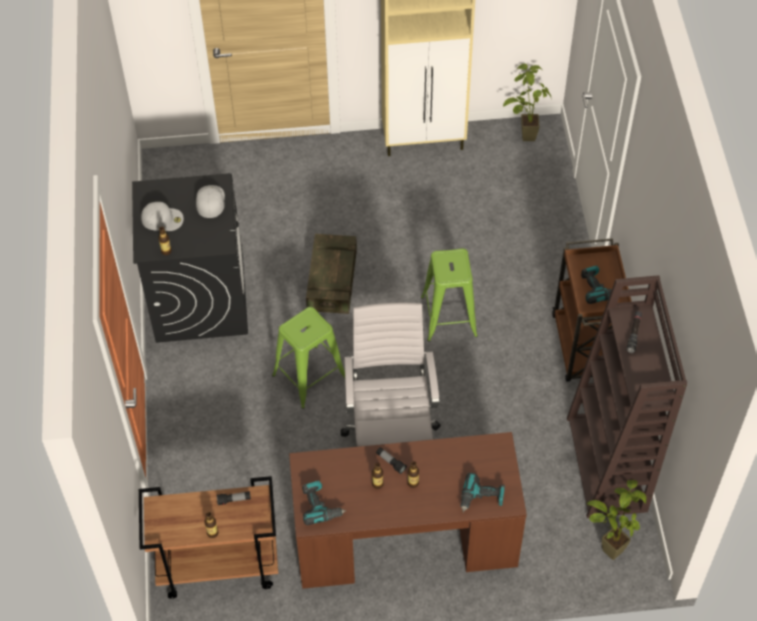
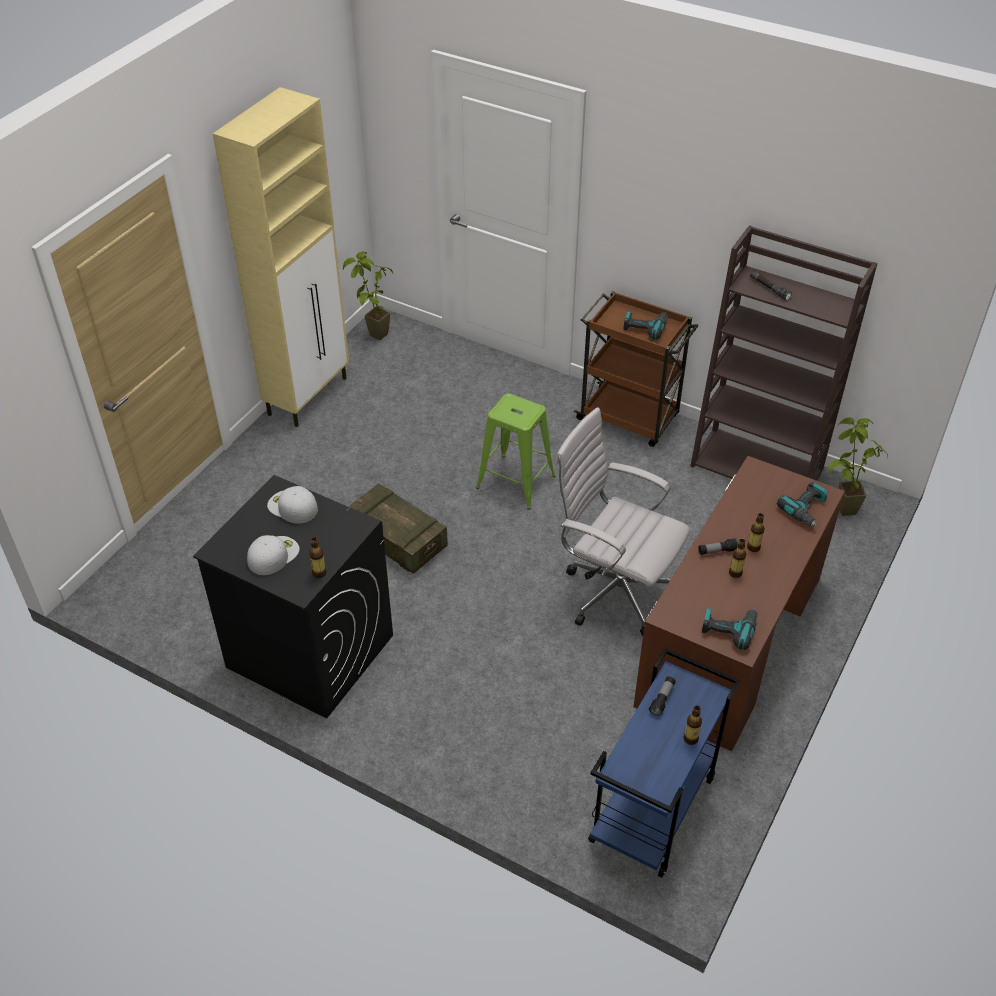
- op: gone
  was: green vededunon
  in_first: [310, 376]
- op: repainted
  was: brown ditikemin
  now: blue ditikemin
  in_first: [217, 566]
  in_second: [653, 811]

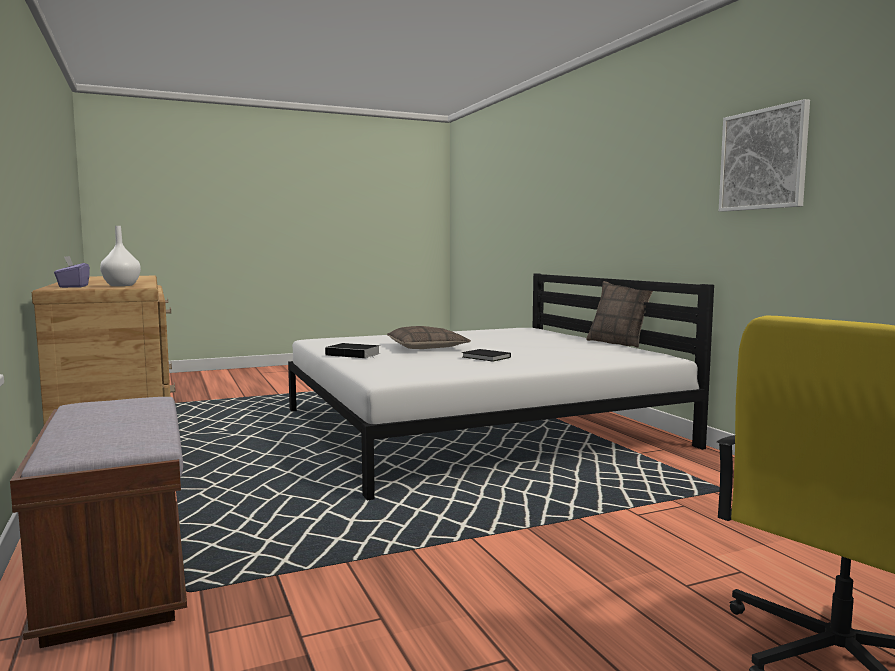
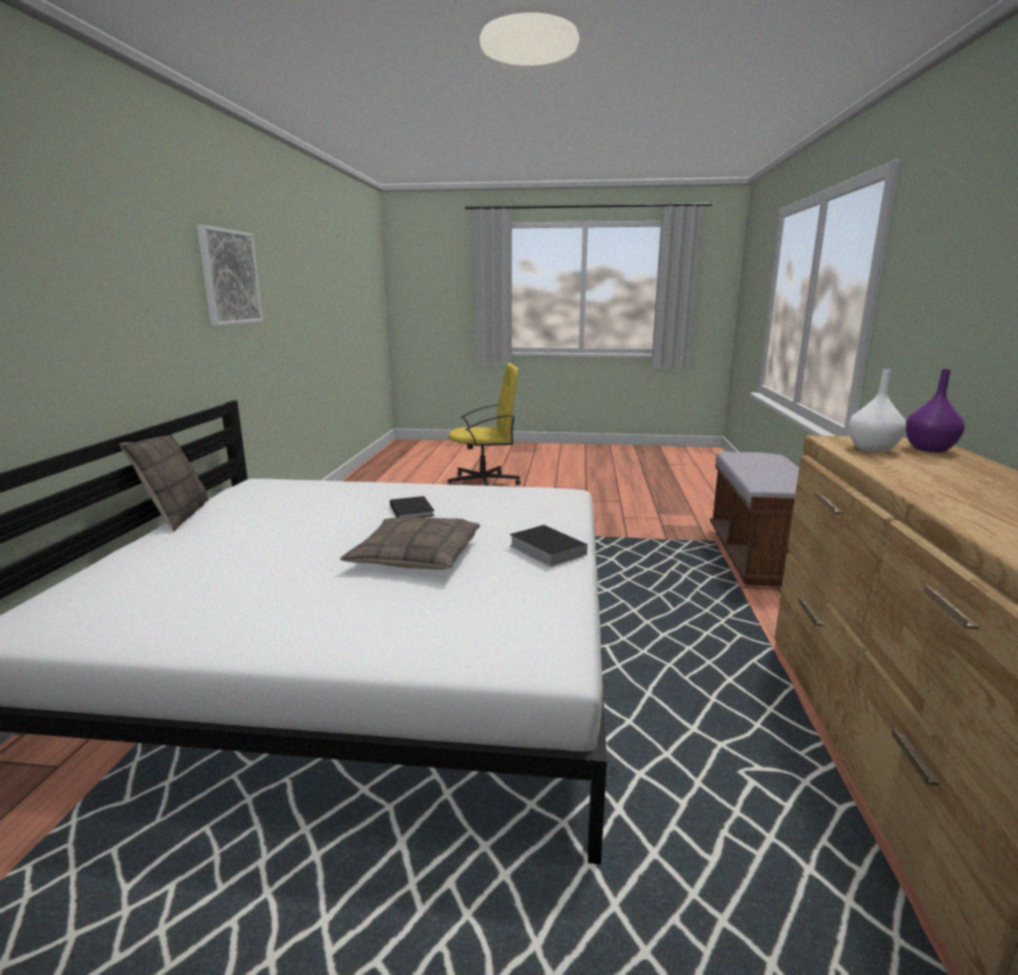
- op: swapped
  was: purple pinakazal
  now: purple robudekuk
  in_first: [73, 287]
  in_second: [928, 449]

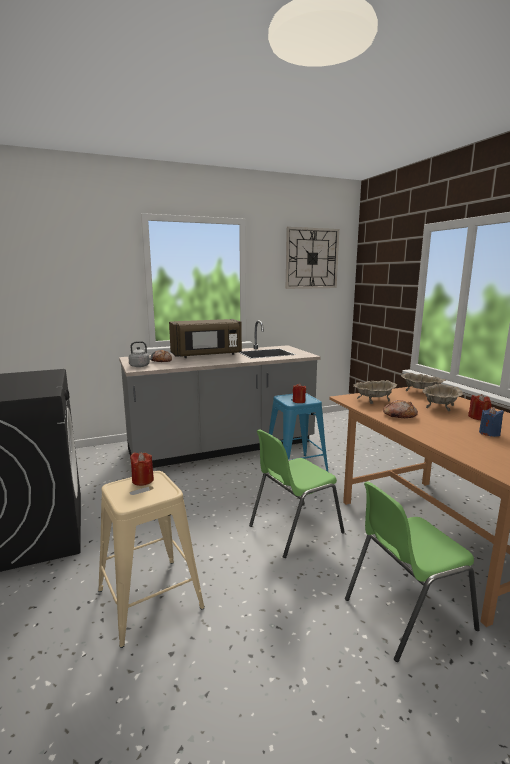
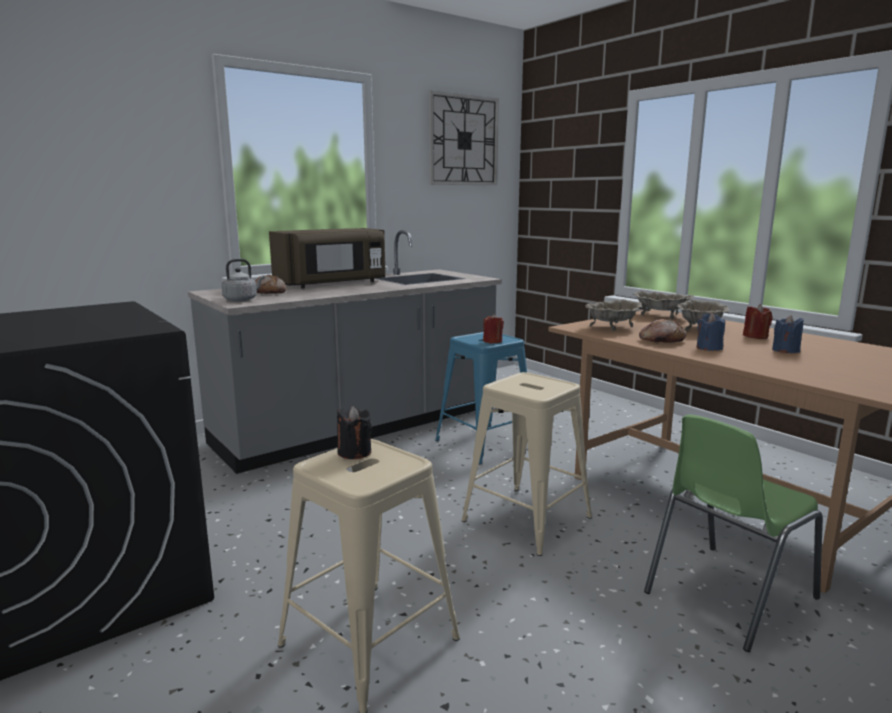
- op: swapped
  was: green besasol
  now: beige vededunon
  in_first: [293, 529]
  in_second: [527, 519]
- op: repainted
  was: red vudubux
  now: black vudubux
  in_first: [143, 480]
  in_second: [354, 452]
- op: new
  now: blue vudubux
  in_second: [709, 348]

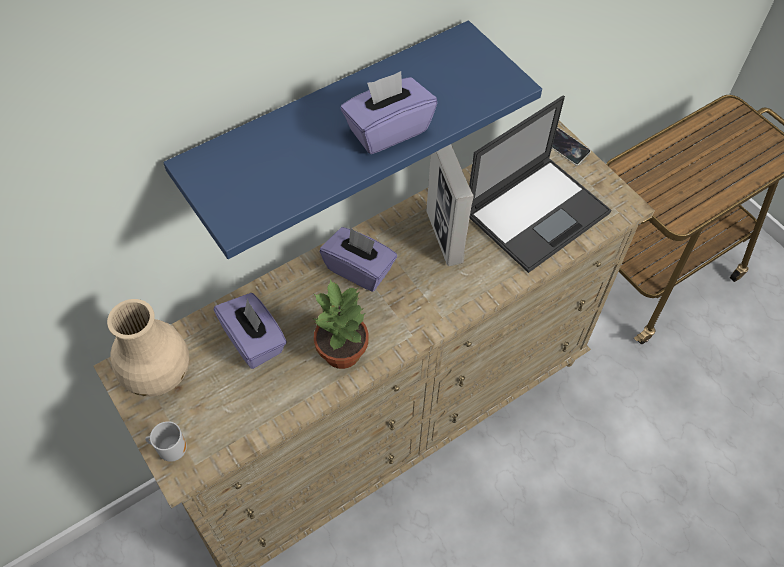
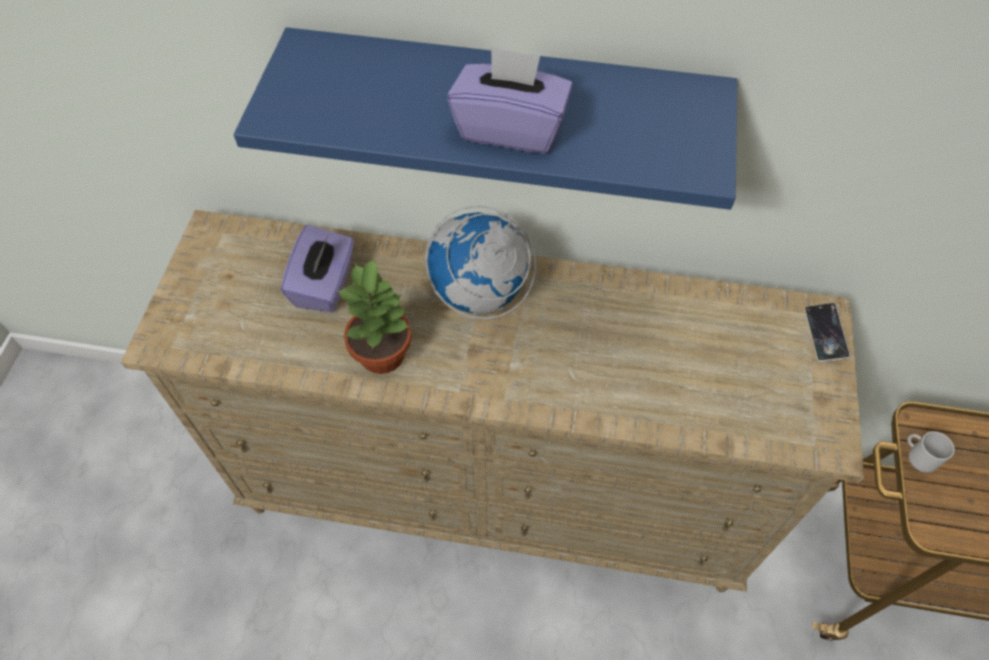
- op: gone
  was: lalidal
  in_first: [538, 212]
- op: gone
  was: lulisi
  in_first: [444, 237]
- op: swapped
  was: purple pinakazal
  now: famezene
  in_first: [359, 269]
  in_second: [479, 294]
- op: gone
  was: beige robudekuk
  in_first: [157, 375]
- op: shifted
  was: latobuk
  in_first: [172, 449]
  in_second: [918, 459]

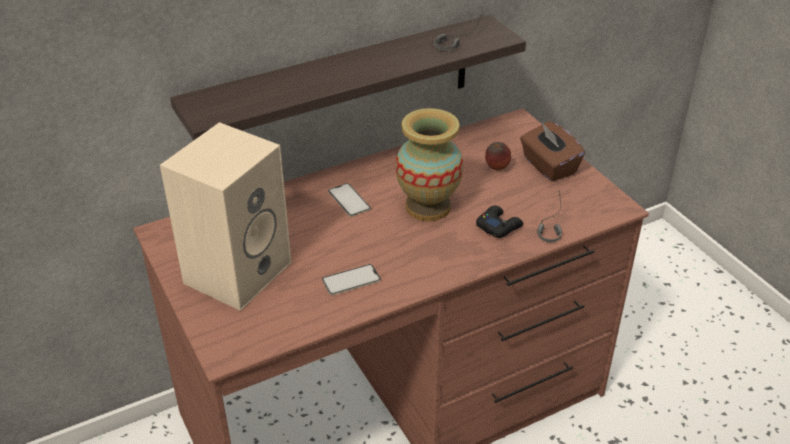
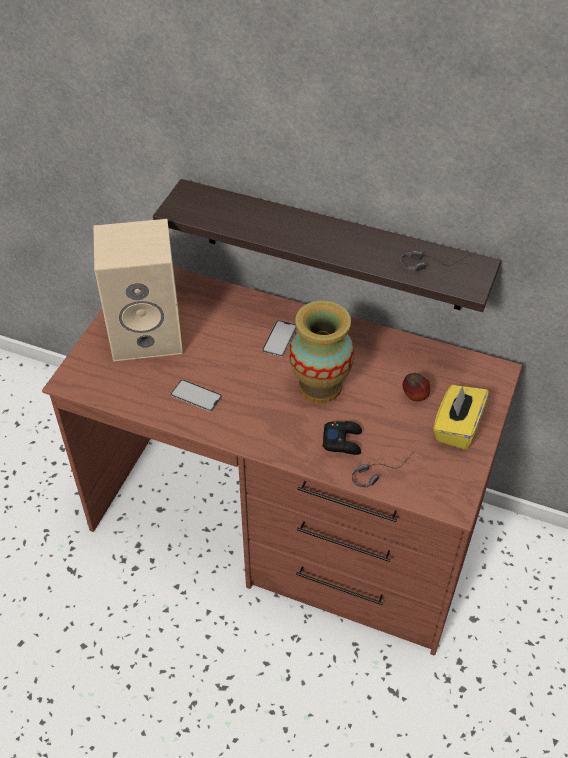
- op: repainted
  was: brown pinakazal
  now: yellow pinakazal
  in_first: [548, 166]
  in_second: [457, 428]

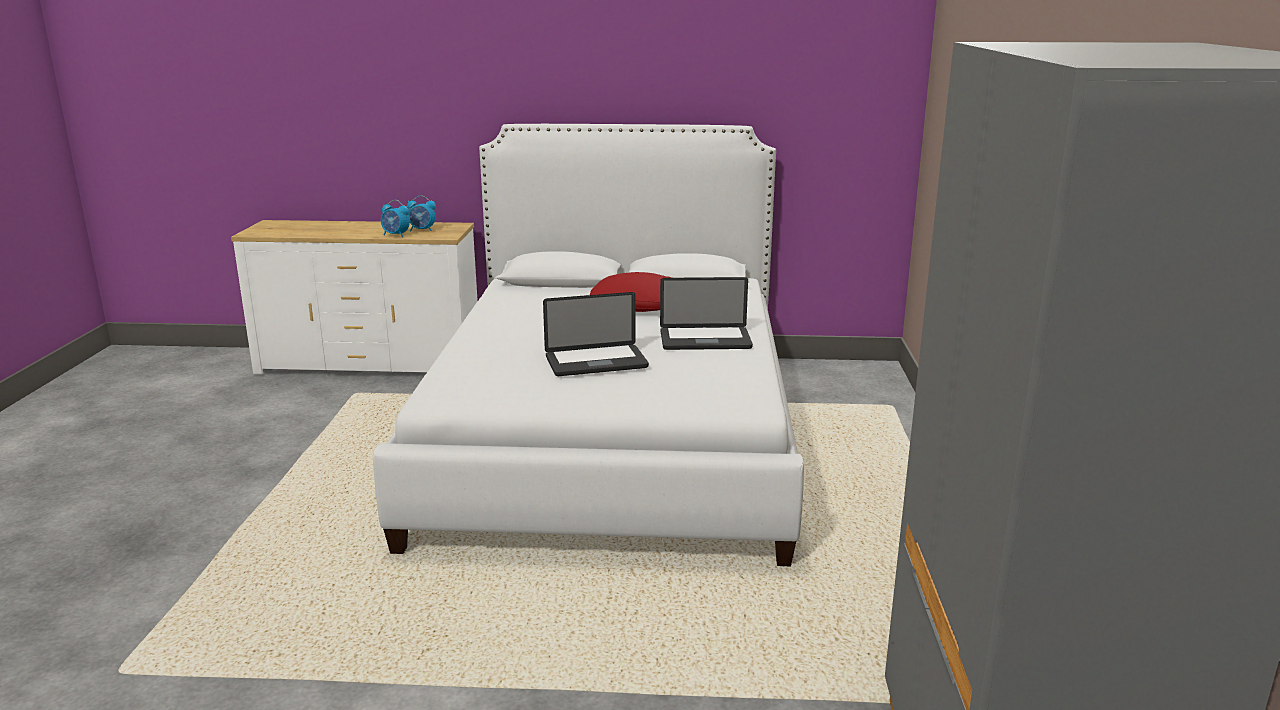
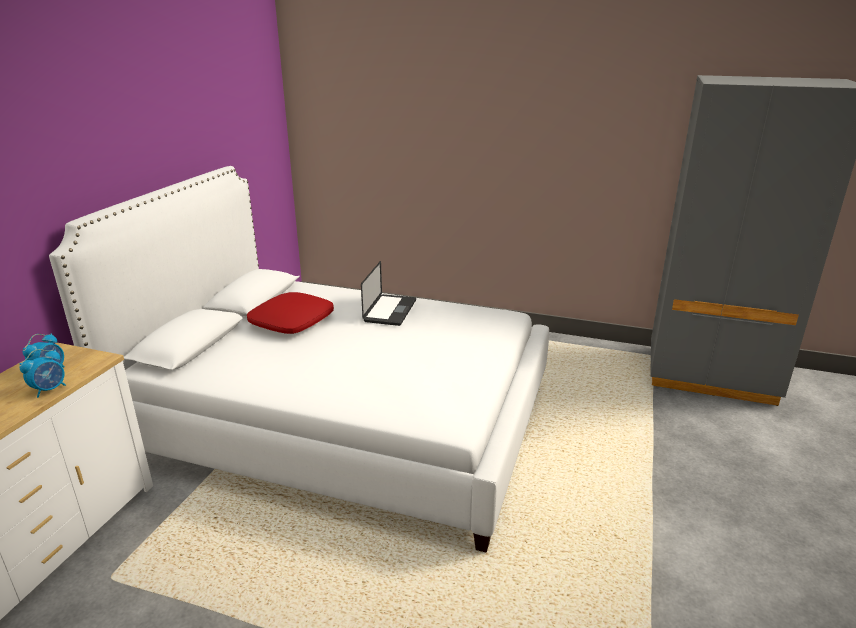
- op: gone
  was: lalidal
  in_first: [596, 362]

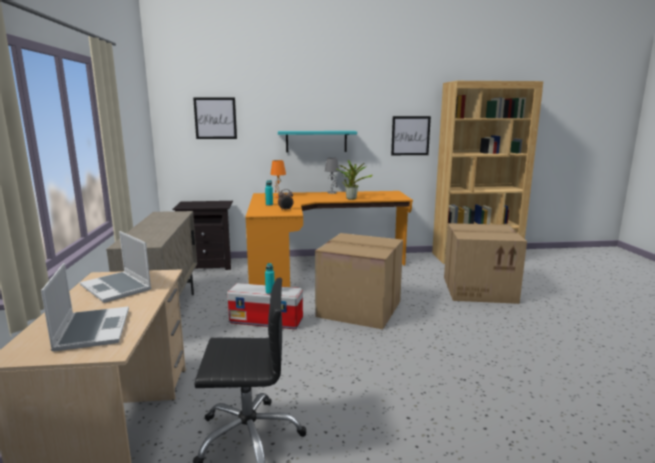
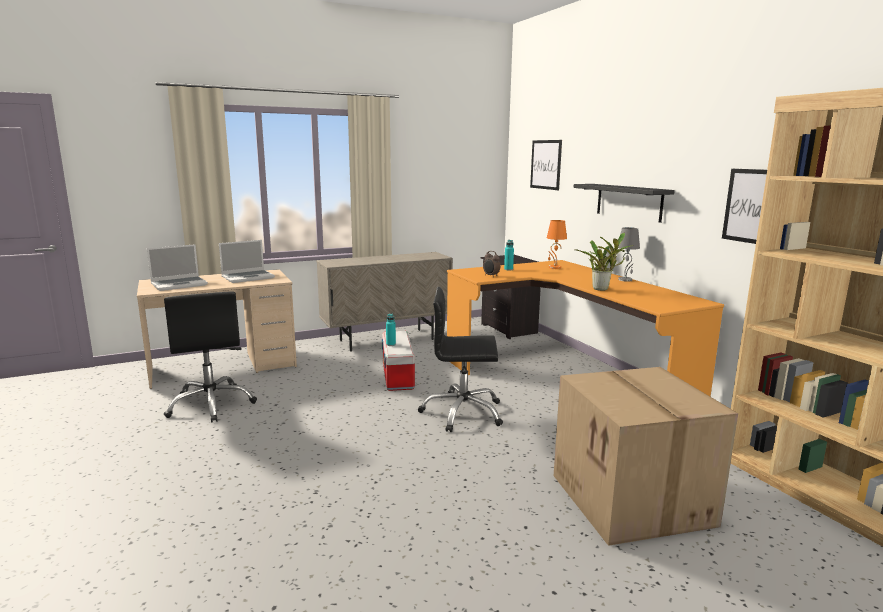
- op: repainted
  was: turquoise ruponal
  now: black ruponal
  in_first: [316, 141]
  in_second: [628, 202]
- op: rotated
  was: lalidal
  in_first: [117, 288]
  in_second: [248, 277]
  clockwise: -150
- op: swapped
  was: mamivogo
  now: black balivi
  in_first: [358, 309]
  in_second: [462, 413]

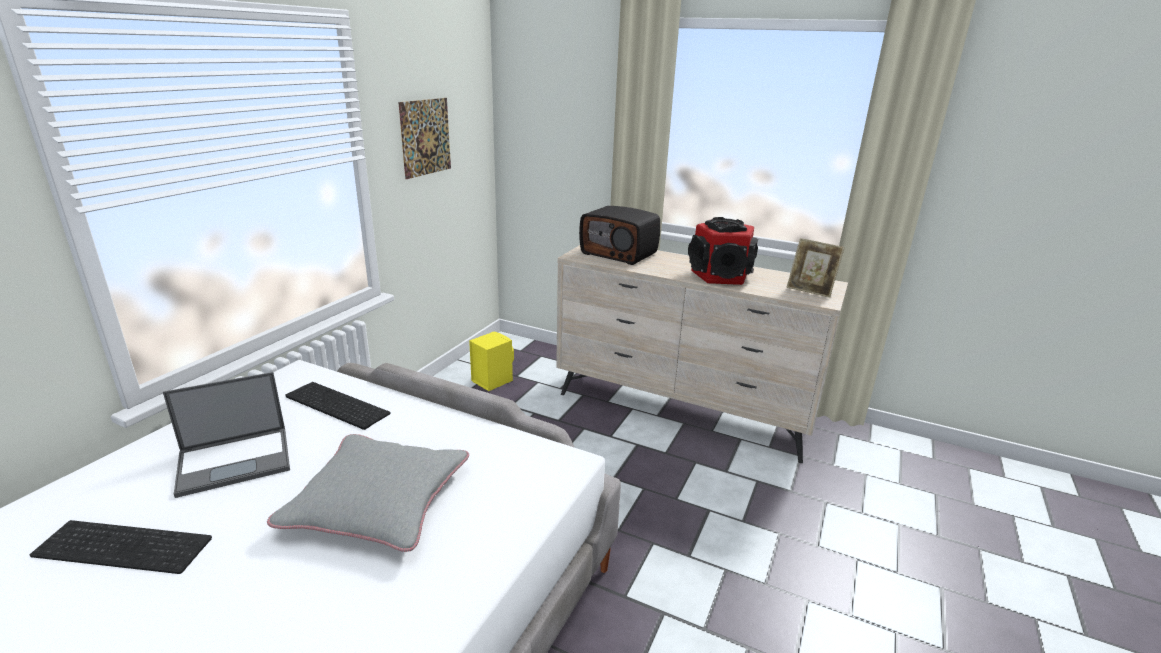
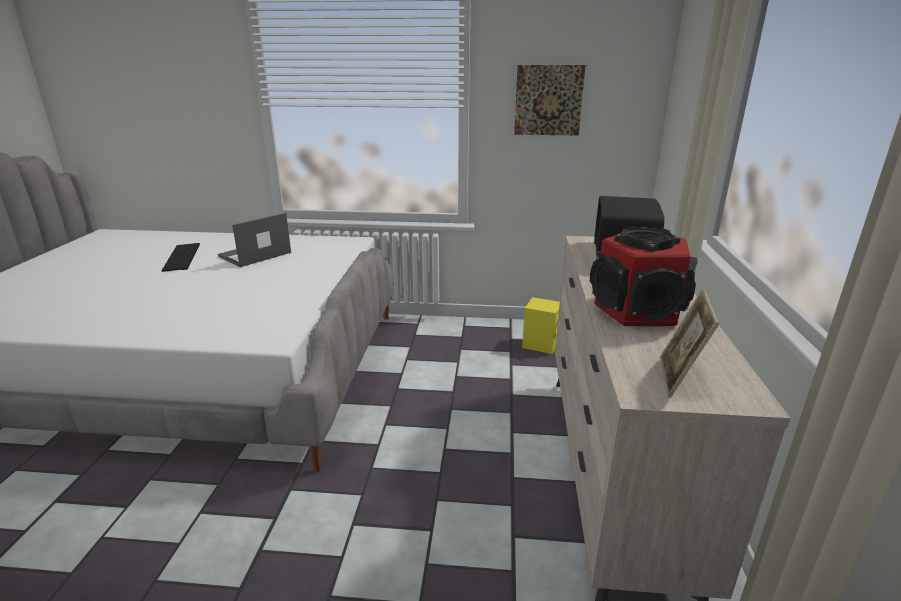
- op: rotated
  was: lalidal
  in_first: [236, 460]
  in_second: [254, 255]
  clockwise: 90
- op: gone
  was: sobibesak
  in_first: [334, 405]
- op: gone
  was: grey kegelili
  in_first: [378, 500]

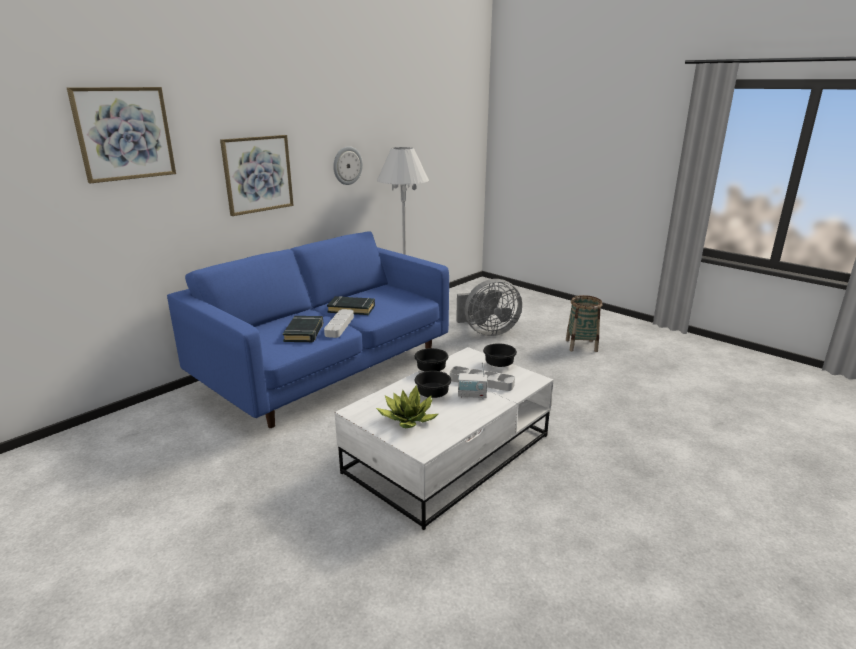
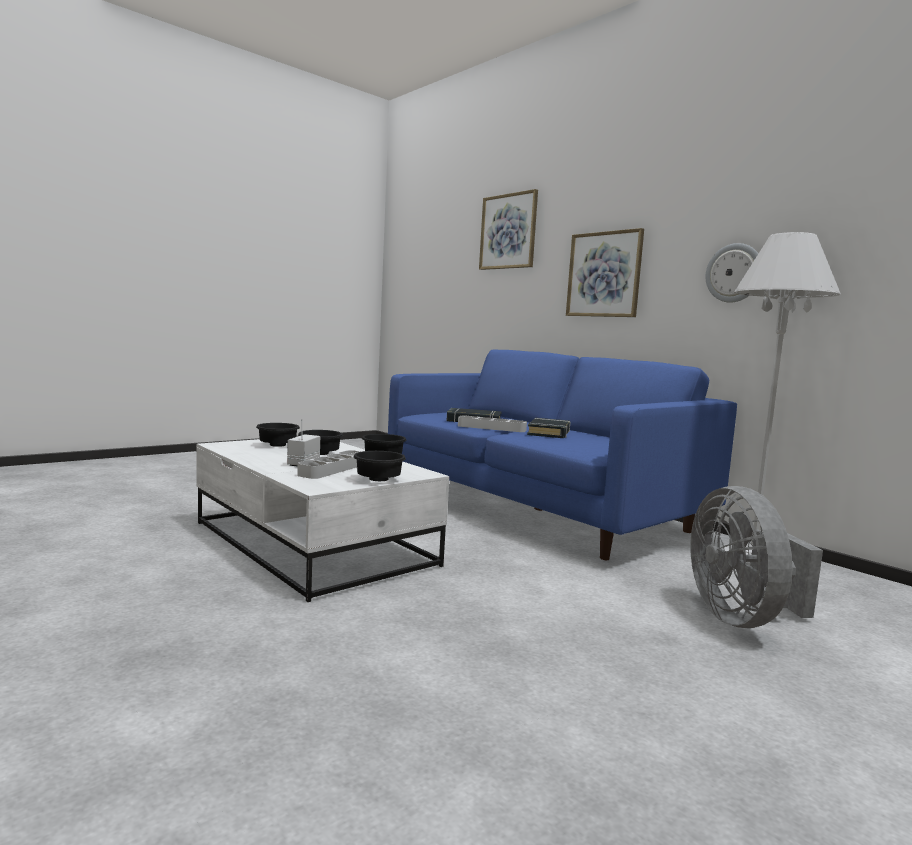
- op: gone
  was: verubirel
  in_first: [581, 345]
- op: swapped
  was: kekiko
  now: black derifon
  in_first: [408, 419]
  in_second: [277, 445]

